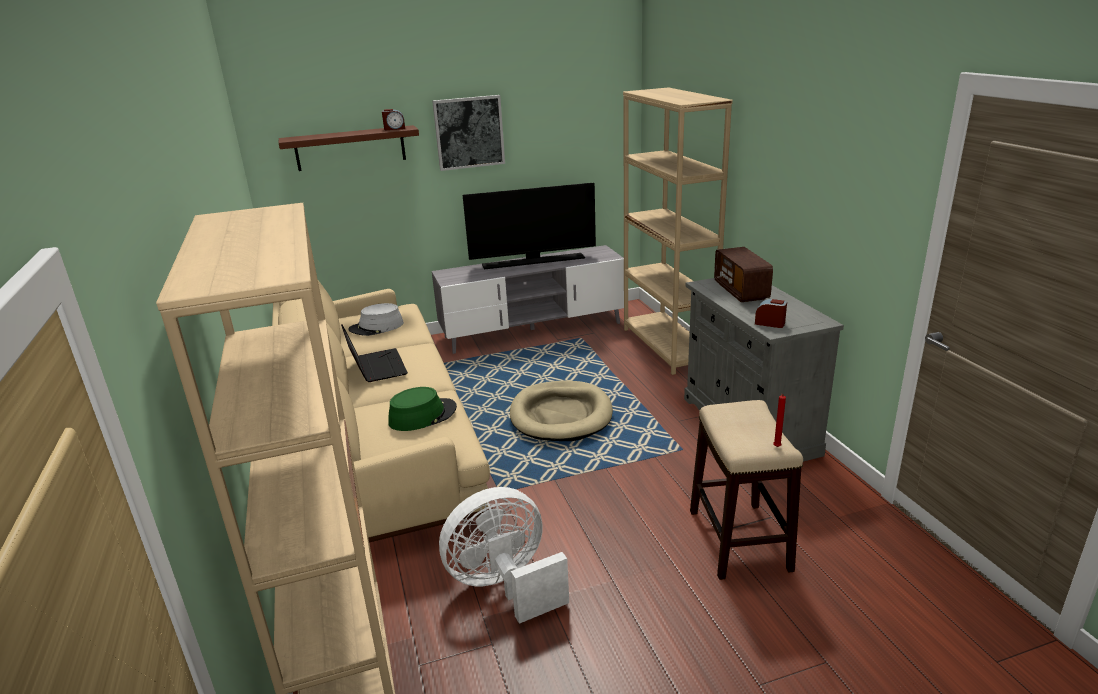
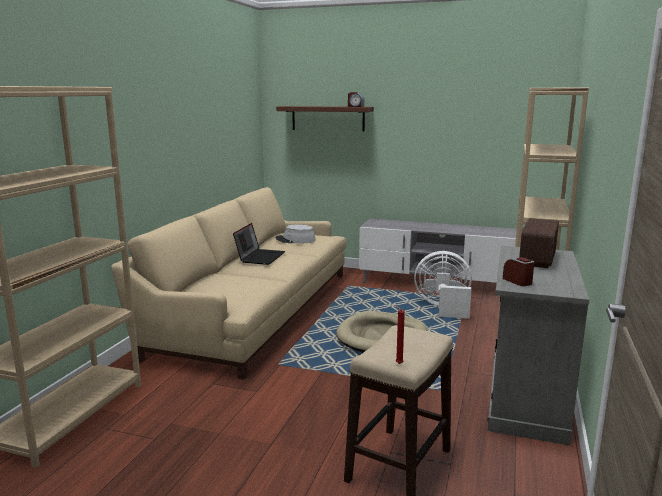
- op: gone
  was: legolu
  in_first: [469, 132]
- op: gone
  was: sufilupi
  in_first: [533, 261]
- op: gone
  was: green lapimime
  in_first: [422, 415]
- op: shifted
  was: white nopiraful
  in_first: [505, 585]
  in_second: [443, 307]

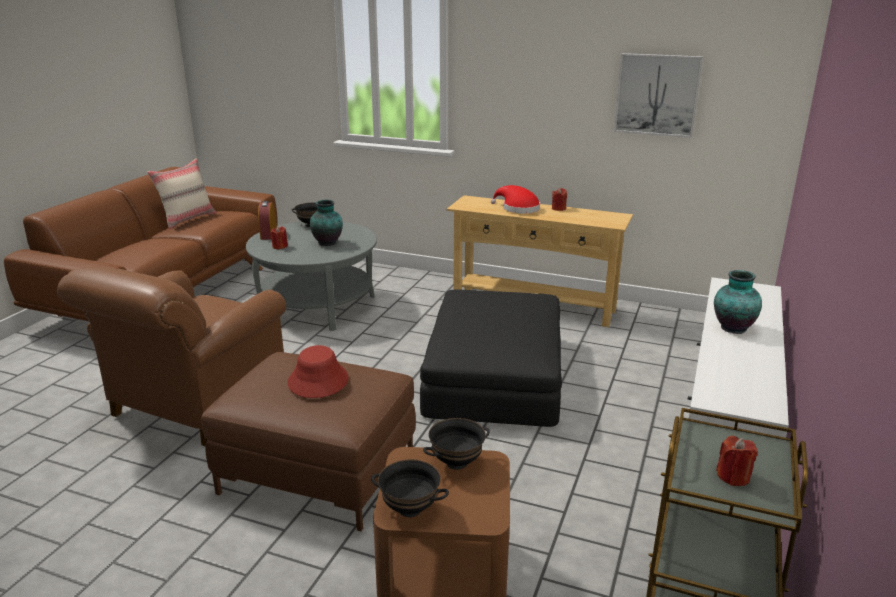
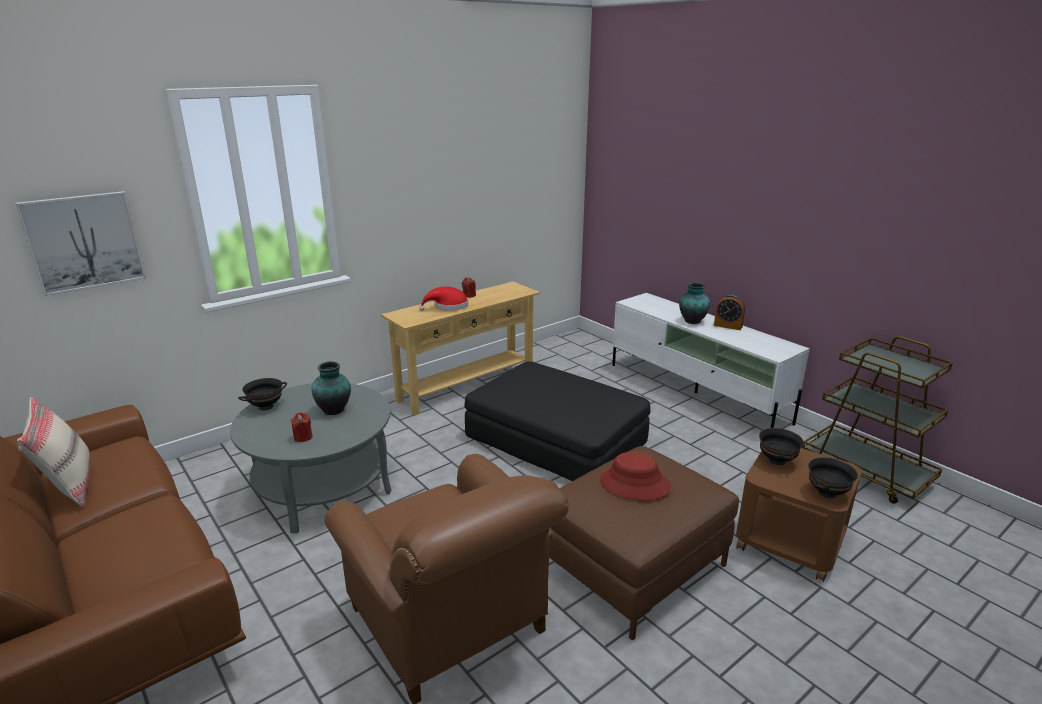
- op: shifted
  was: legolu
  in_first: [657, 95]
  in_second: [84, 242]
- op: shifted
  was: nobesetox
  in_first: [268, 234]
  in_second: [728, 326]
- op: gone
  was: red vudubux
  in_first: [733, 476]

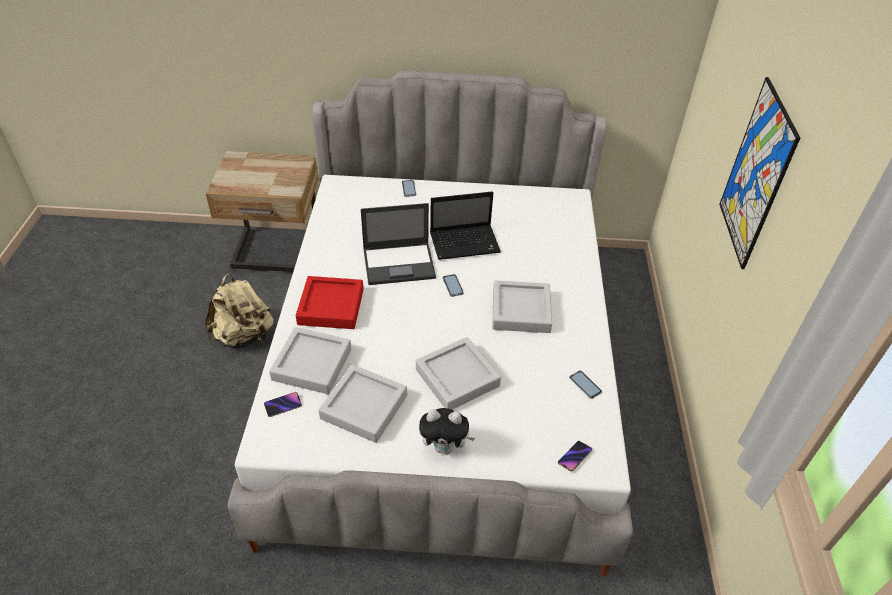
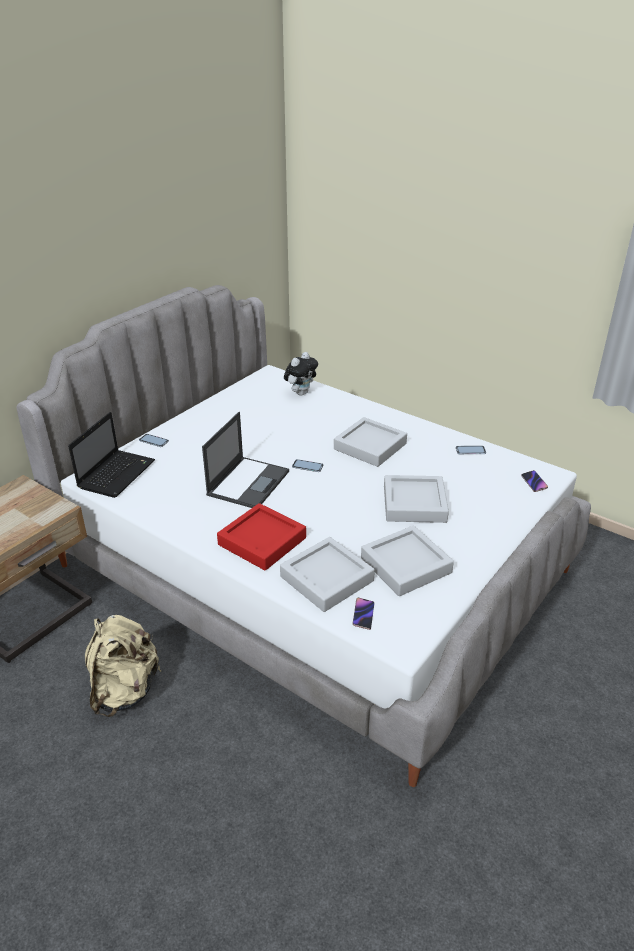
- op: gone
  was: legolu
  in_first: [756, 175]
- op: shifted
  was: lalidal
  in_first: [466, 243]
  in_second: [117, 473]
- op: shifted
  was: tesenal
  in_first: [445, 447]
  in_second: [301, 392]

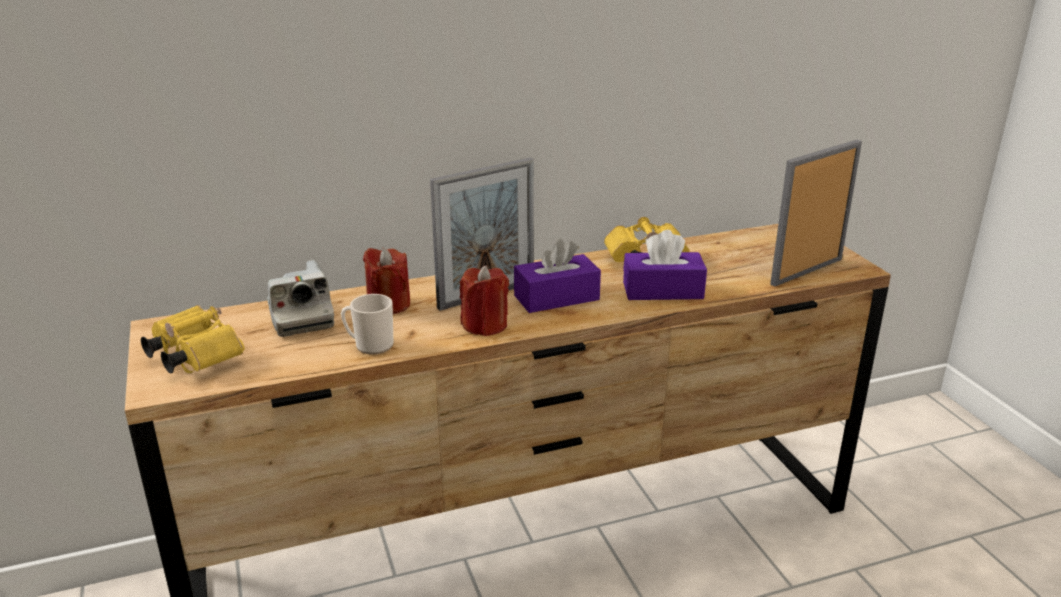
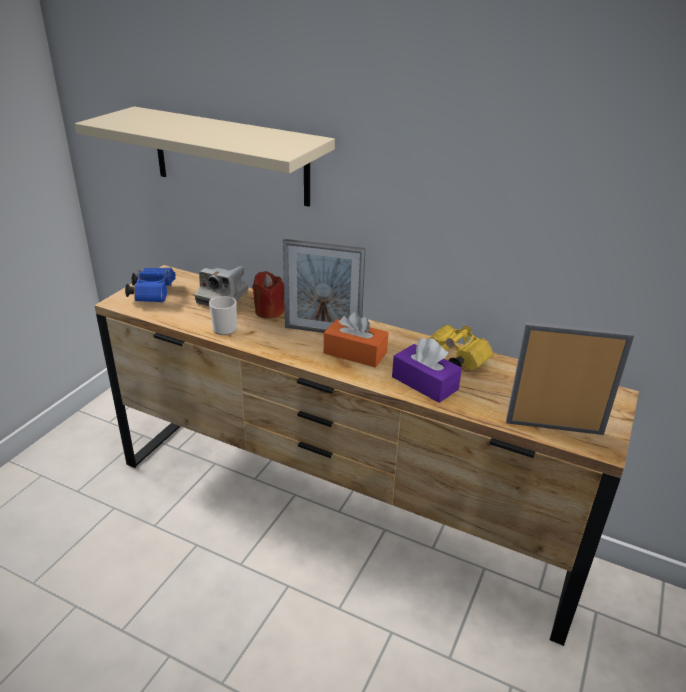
- op: repainted
  was: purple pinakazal
  now: orange pinakazal
  in_first: [556, 298]
  in_second: [355, 353]
- op: gone
  was: red vudubux
  in_first: [485, 325]
- op: repainted
  was: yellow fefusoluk
  now: blue fefusoluk
  in_first: [193, 356]
  in_second: [153, 294]
- op: new
  now: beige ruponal
  in_second: [230, 156]

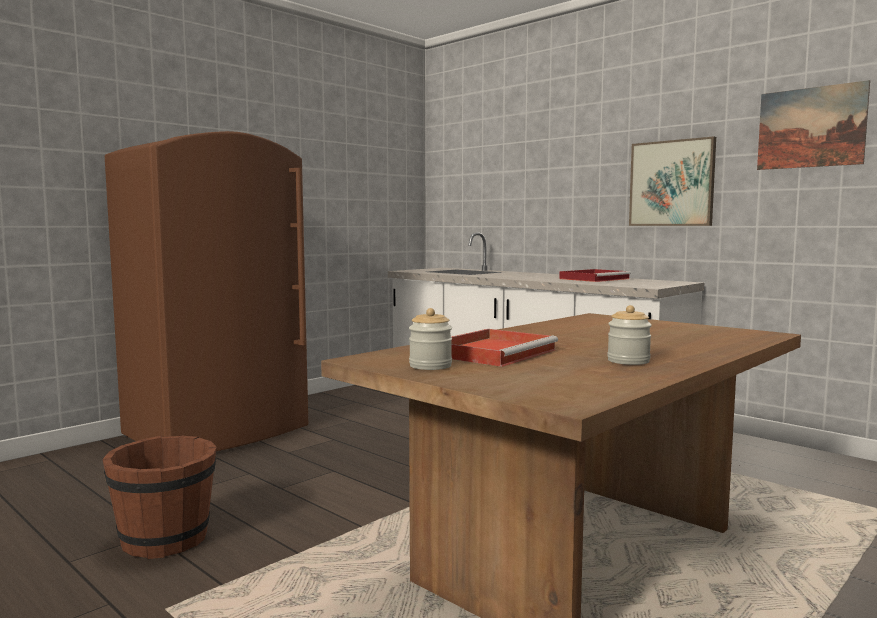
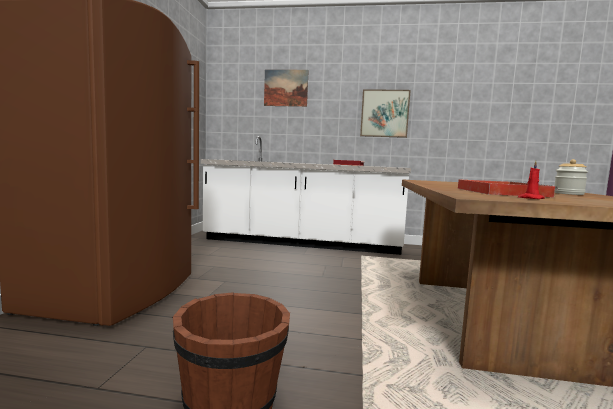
- op: shifted
  was: legolu
  in_first: [810, 127]
  in_second: [286, 88]
- op: swapped
  was: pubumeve
  now: red vudubux
  in_first: [430, 366]
  in_second: [530, 198]

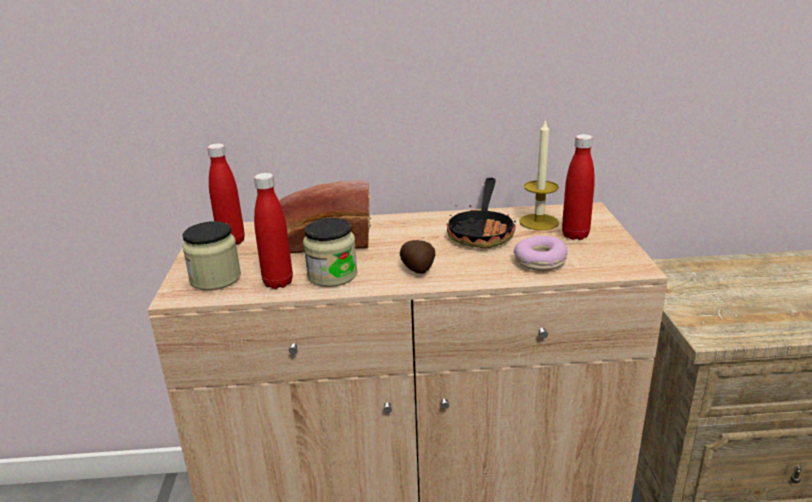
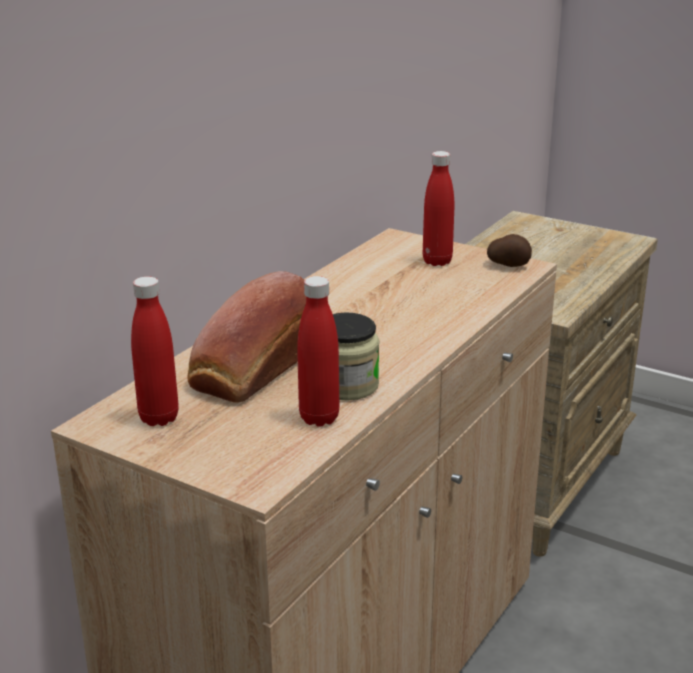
- op: gone
  was: vudubux
  in_first: [539, 222]
- op: gone
  was: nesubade
  in_first: [482, 232]
- op: gone
  was: pubumeve
  in_first: [215, 278]
- op: gone
  was: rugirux
  in_first: [540, 262]
- op: shifted
  was: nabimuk
  in_first: [418, 269]
  in_second: [508, 265]

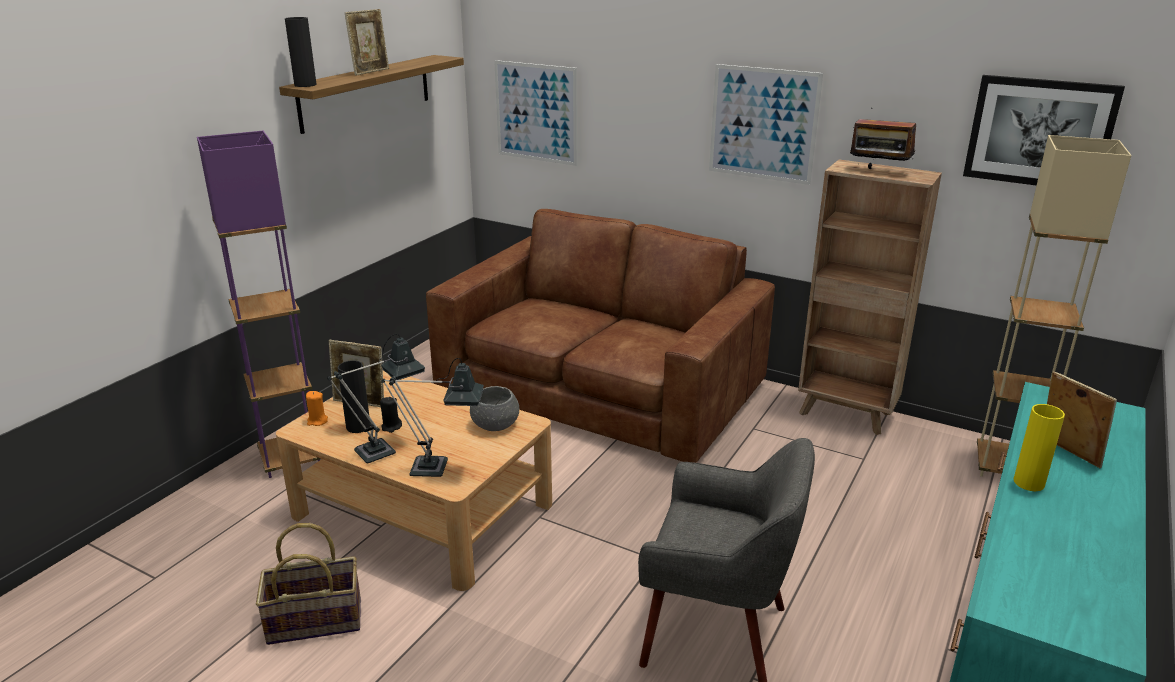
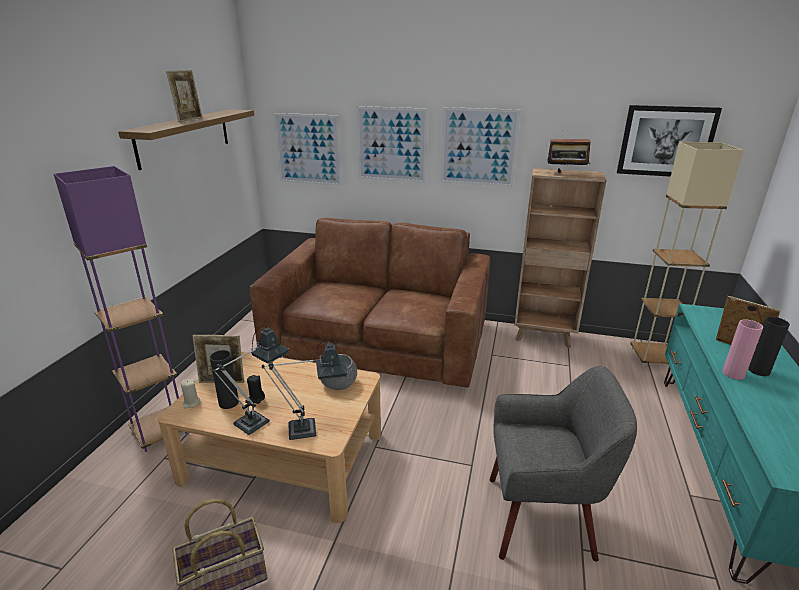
- op: shifted
  was: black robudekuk
  in_first: [305, 85]
  in_second: [758, 370]
- op: repainted
  was: orange vudubux
  now: beige vudubux
  in_first: [317, 421]
  in_second: [191, 403]
- op: repainted
  was: yellow robudekuk
  now: pink robudekuk
  in_first: [1028, 483]
  in_second: [733, 374]
- op: new
  now: legolu
  in_second: [391, 144]

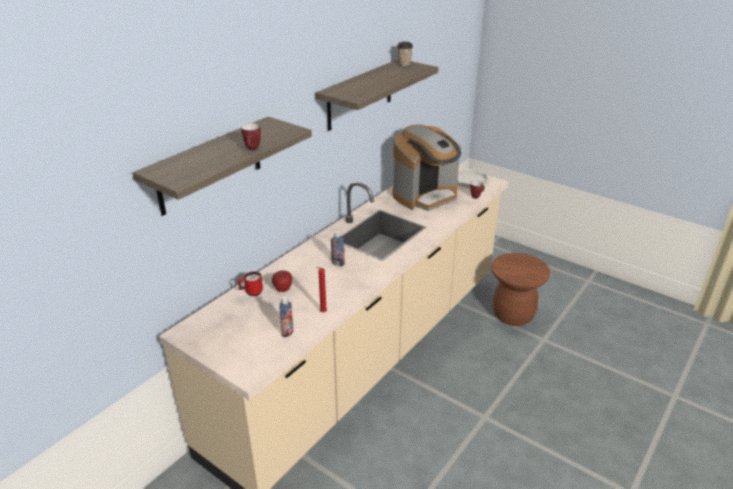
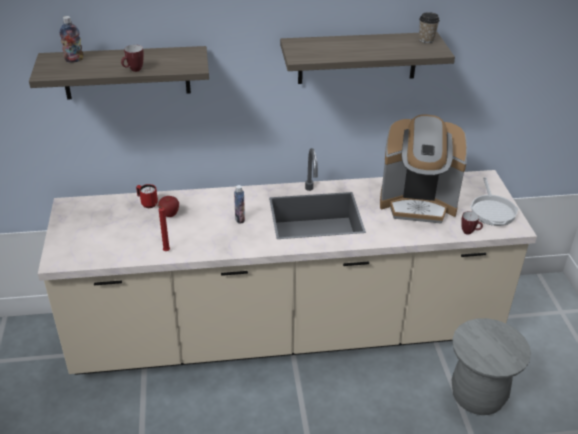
- op: repainted
  was: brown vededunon
  now: grey vededunon
  in_first: [513, 315]
  in_second: [477, 396]
- op: shifted
  was: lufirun
  in_first: [287, 332]
  in_second: [74, 60]

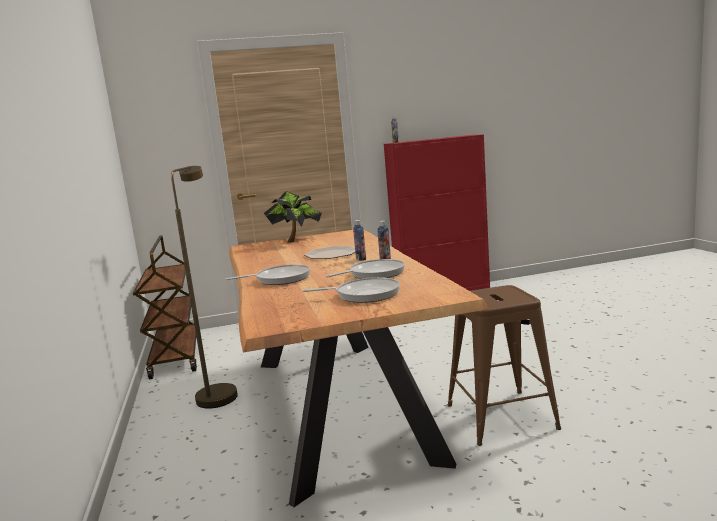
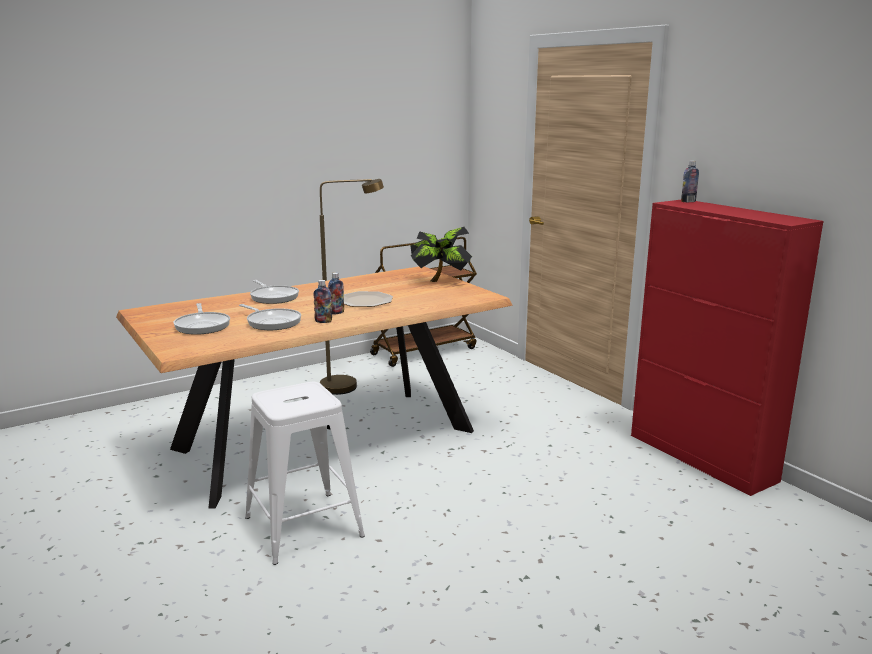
- op: repainted
  was: brown vededunon
  now: white vededunon
  in_first: [501, 416]
  in_second: [303, 526]

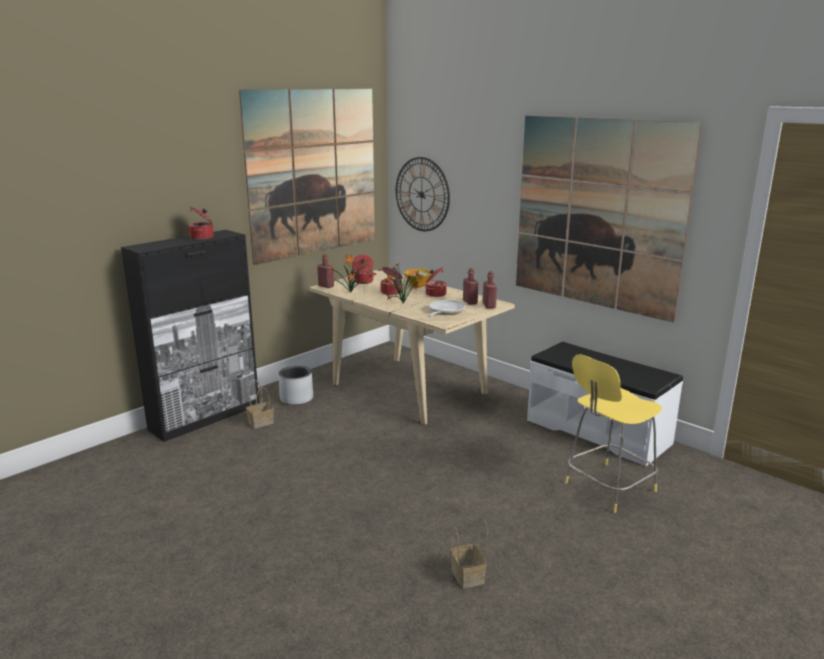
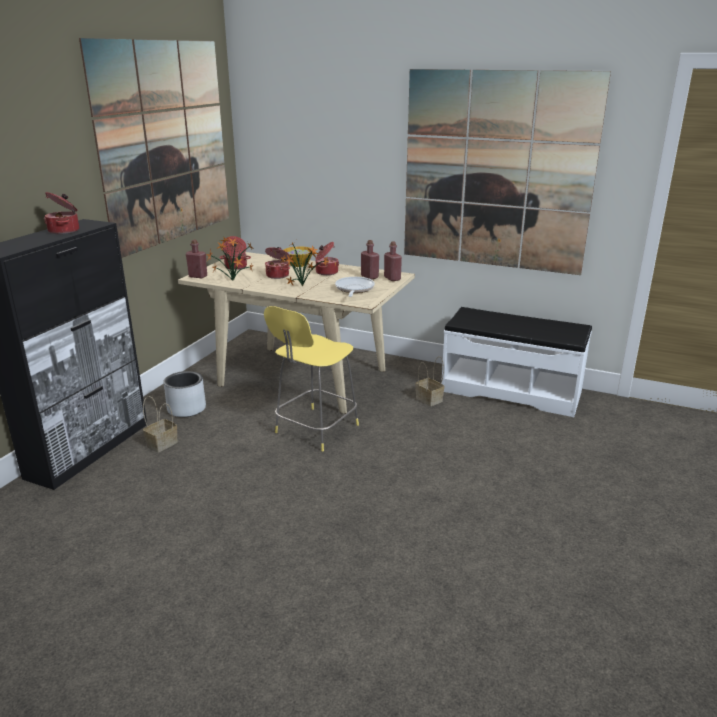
- op: gone
  was: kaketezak
  in_first: [422, 194]
- op: shifted
  was: yellow vededunon
  in_first: [607, 488]
  in_second: [315, 430]
- op: shifted
  was: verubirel
  in_first: [468, 576]
  in_second: [430, 400]

